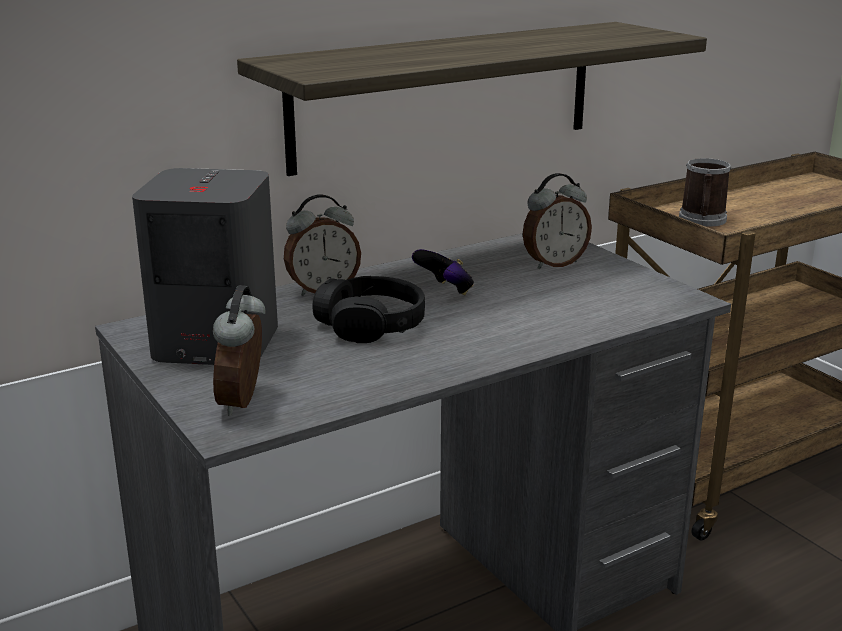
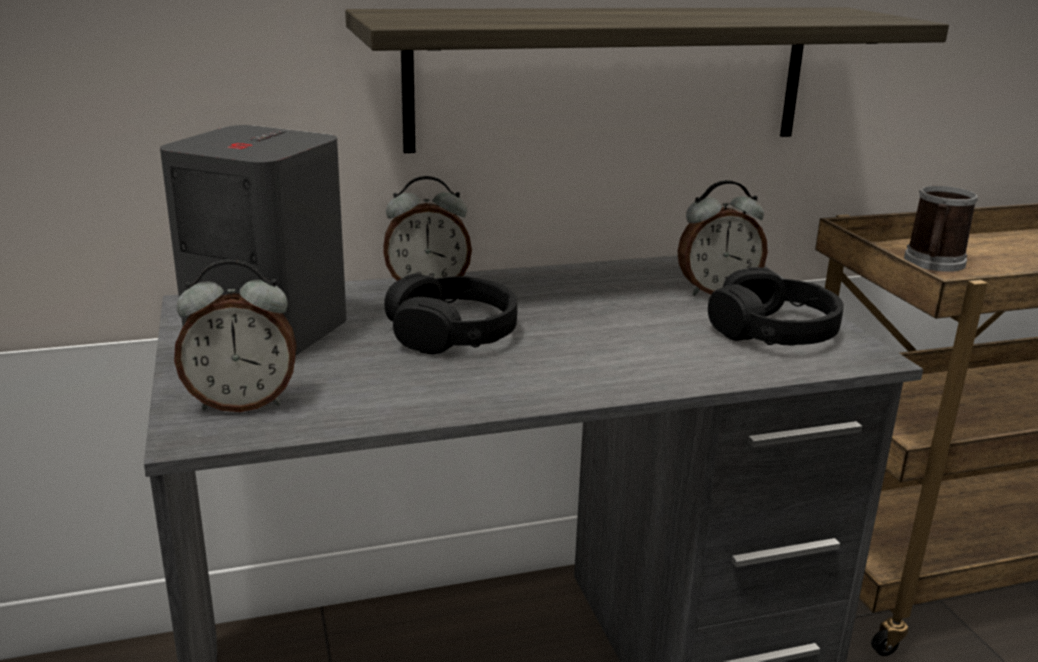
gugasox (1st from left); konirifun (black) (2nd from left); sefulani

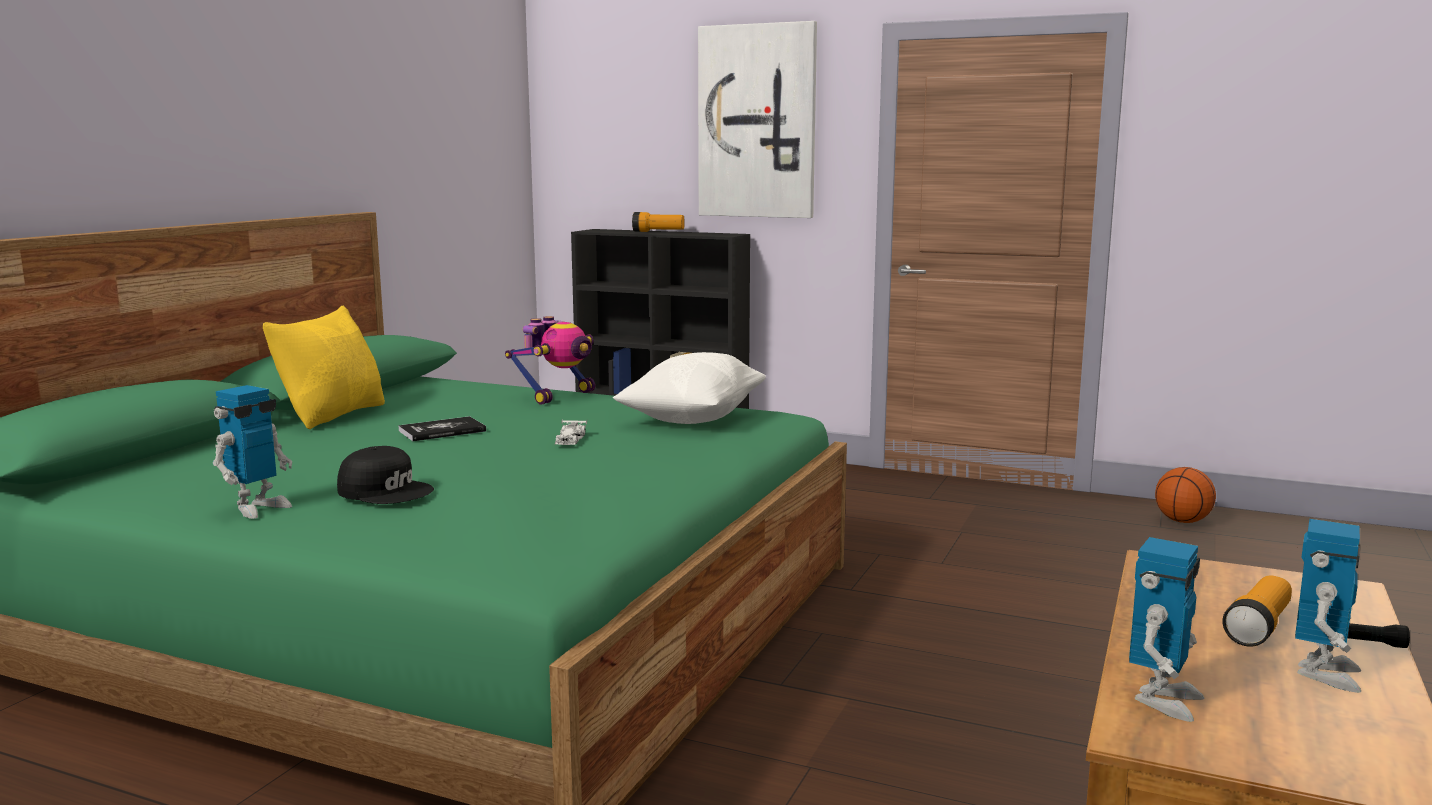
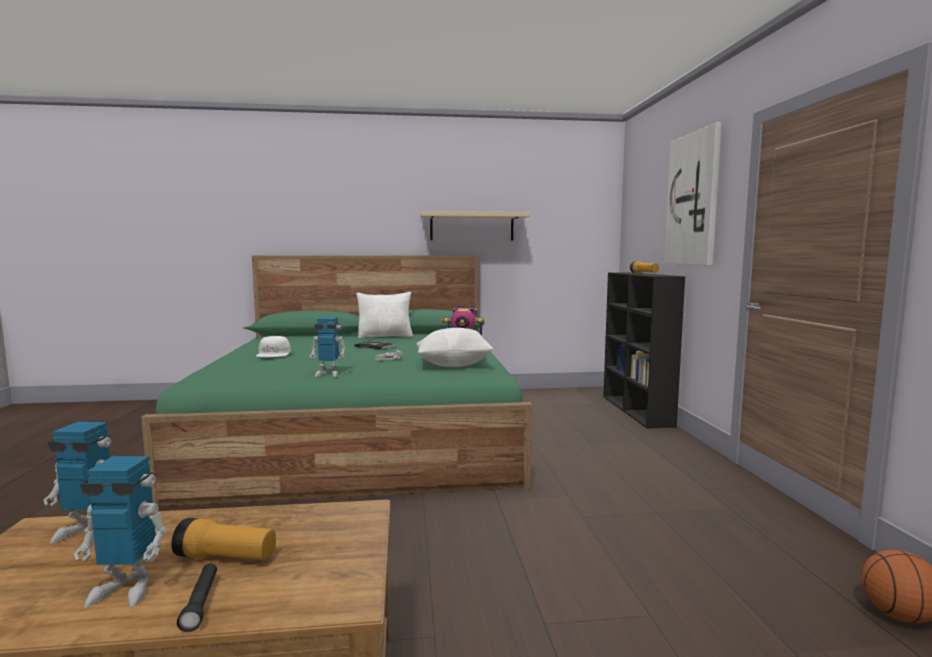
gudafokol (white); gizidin (3rd from left); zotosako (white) (1st from left); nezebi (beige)

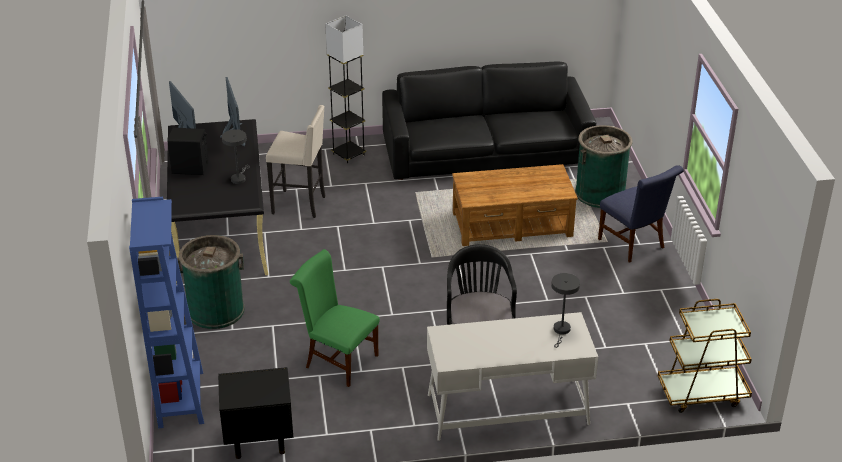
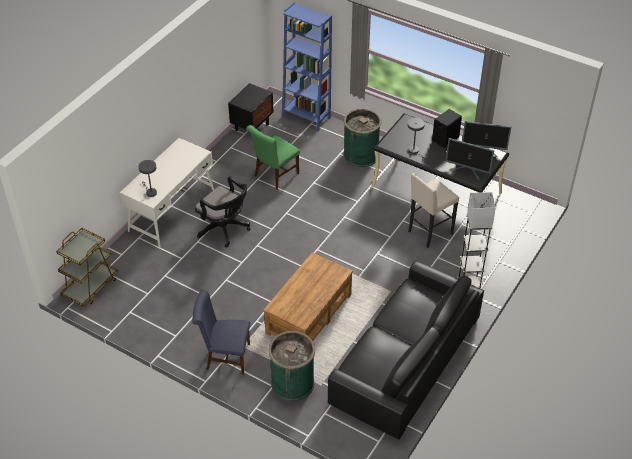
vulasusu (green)

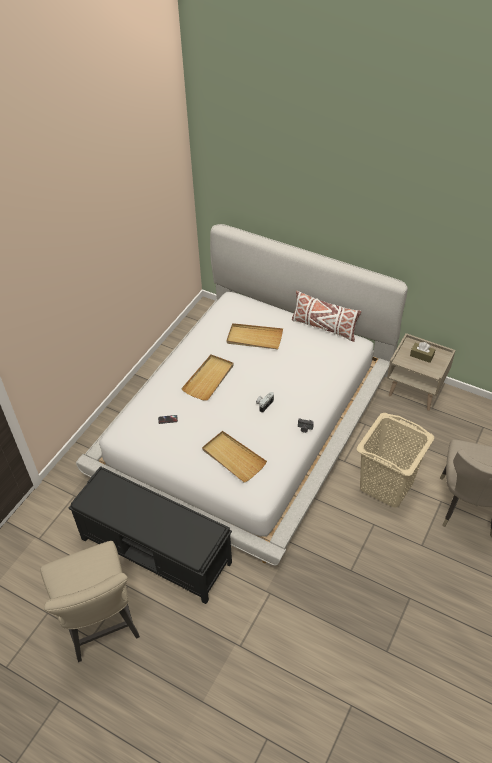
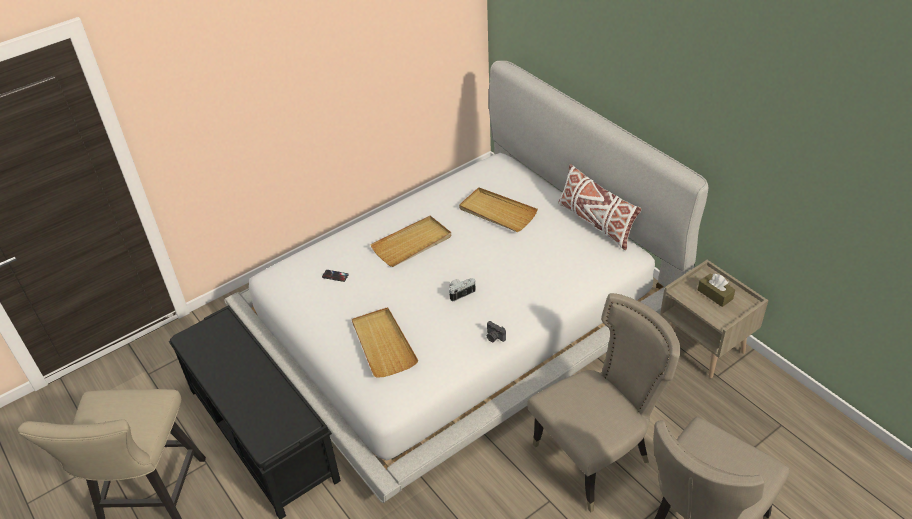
vulasusu (beige) (2nd from left)

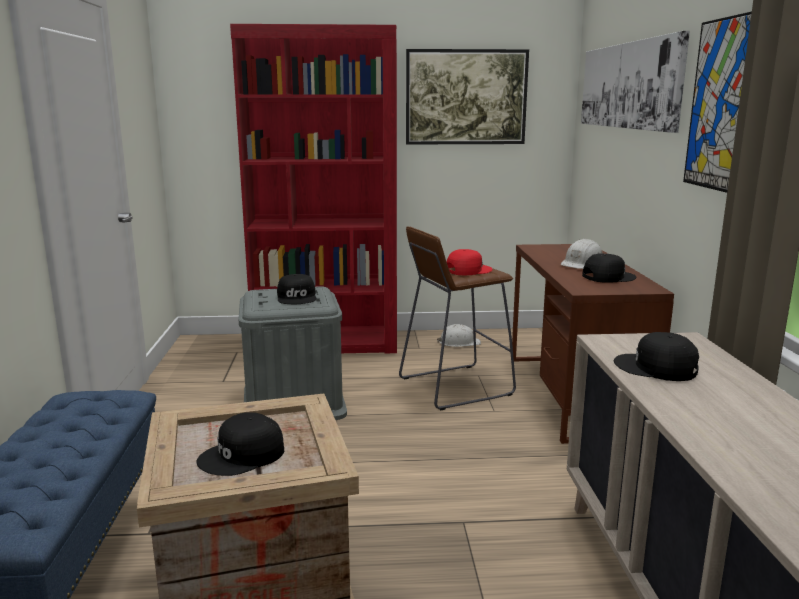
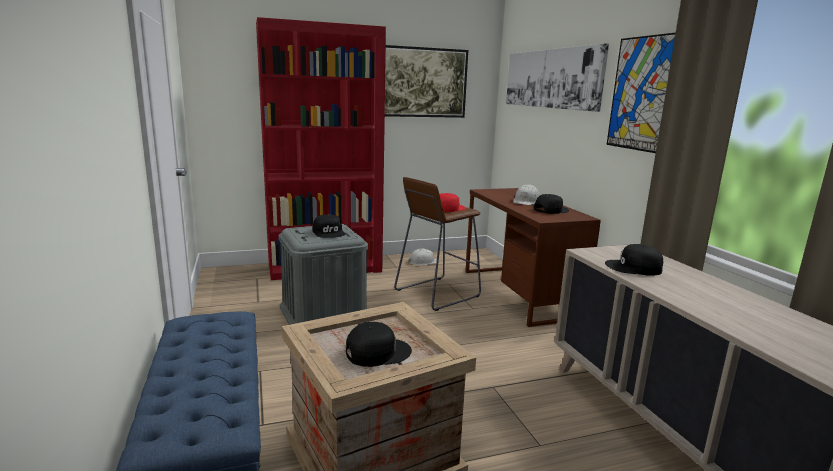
gudafokol (black) (2nd from left)

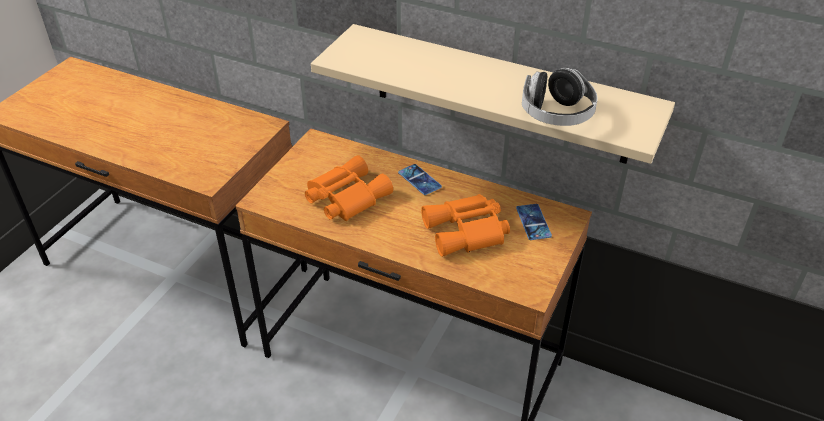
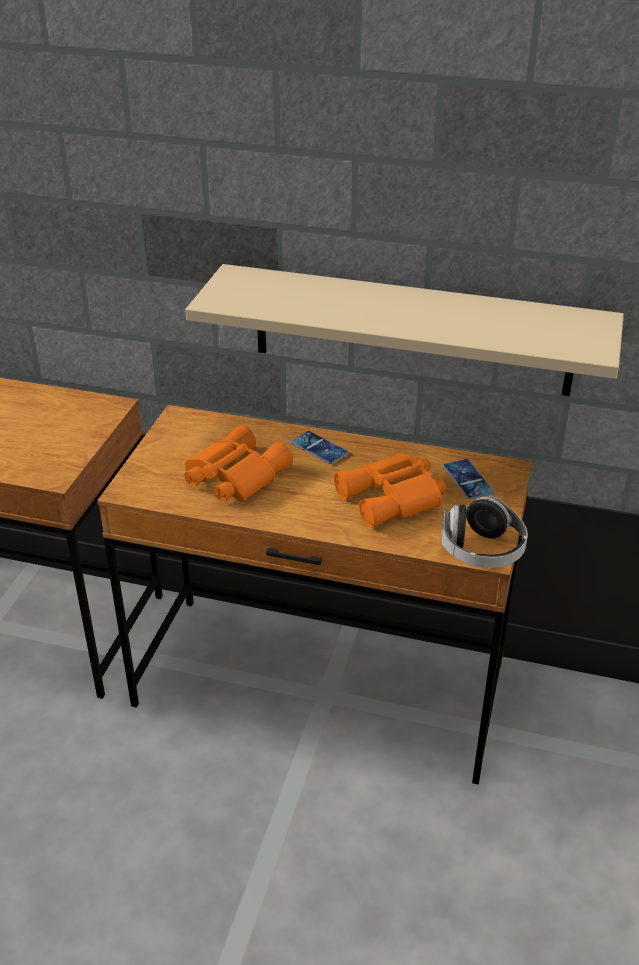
konirifun

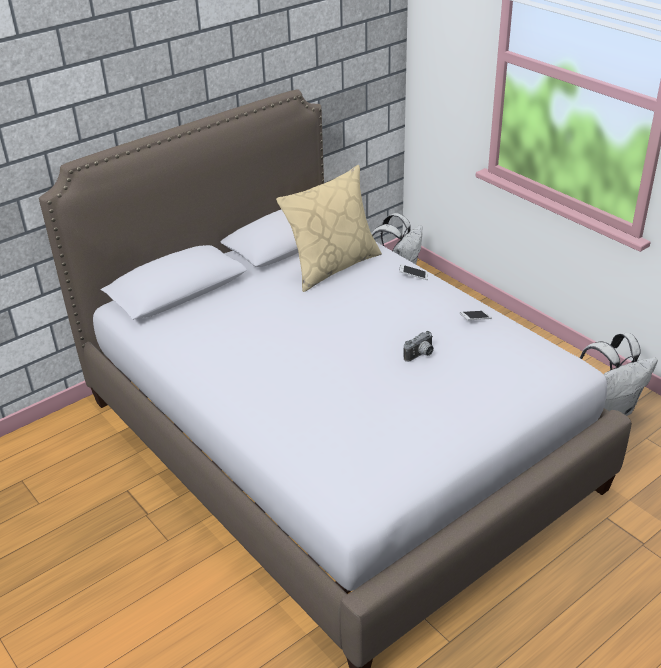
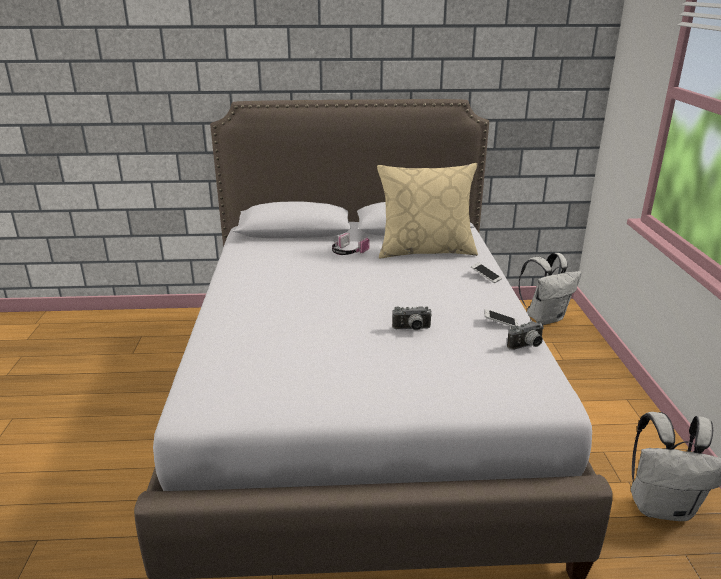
konirifun; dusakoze (2nd from left)

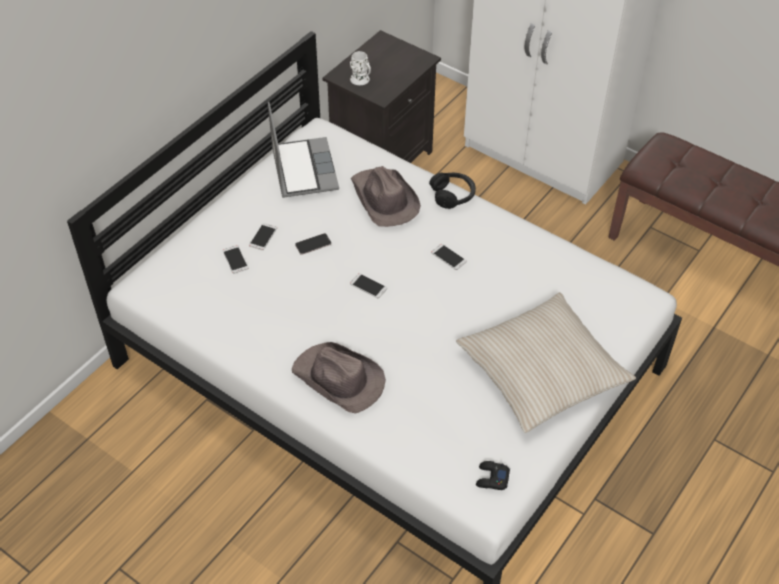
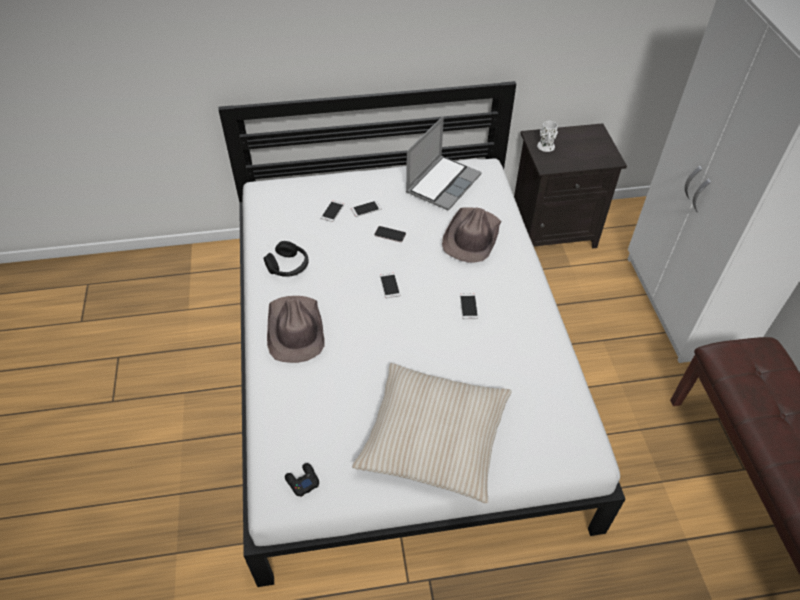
konirifun (black)

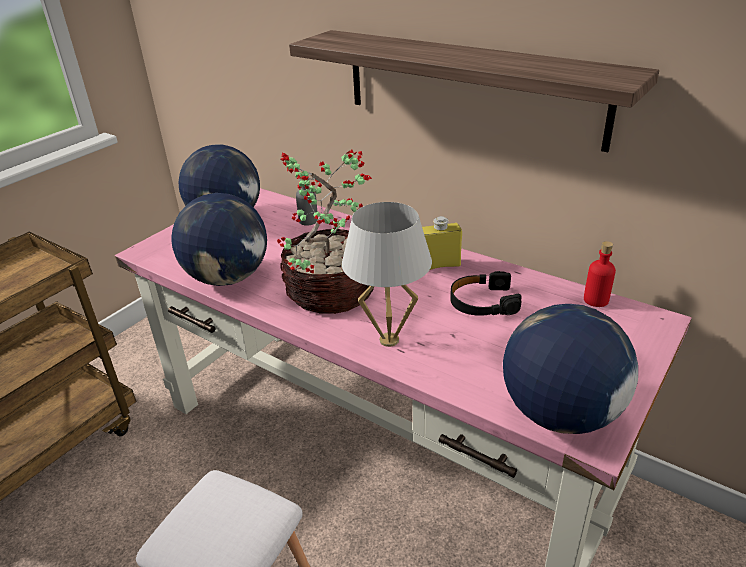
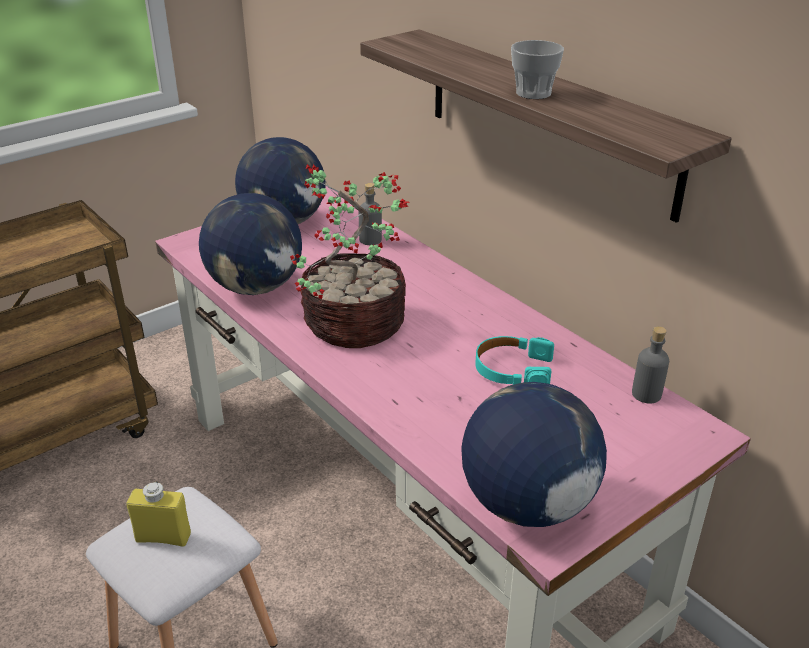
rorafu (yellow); konirifun (turquoise); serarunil; rorafu (grey) (2nd from left); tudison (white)

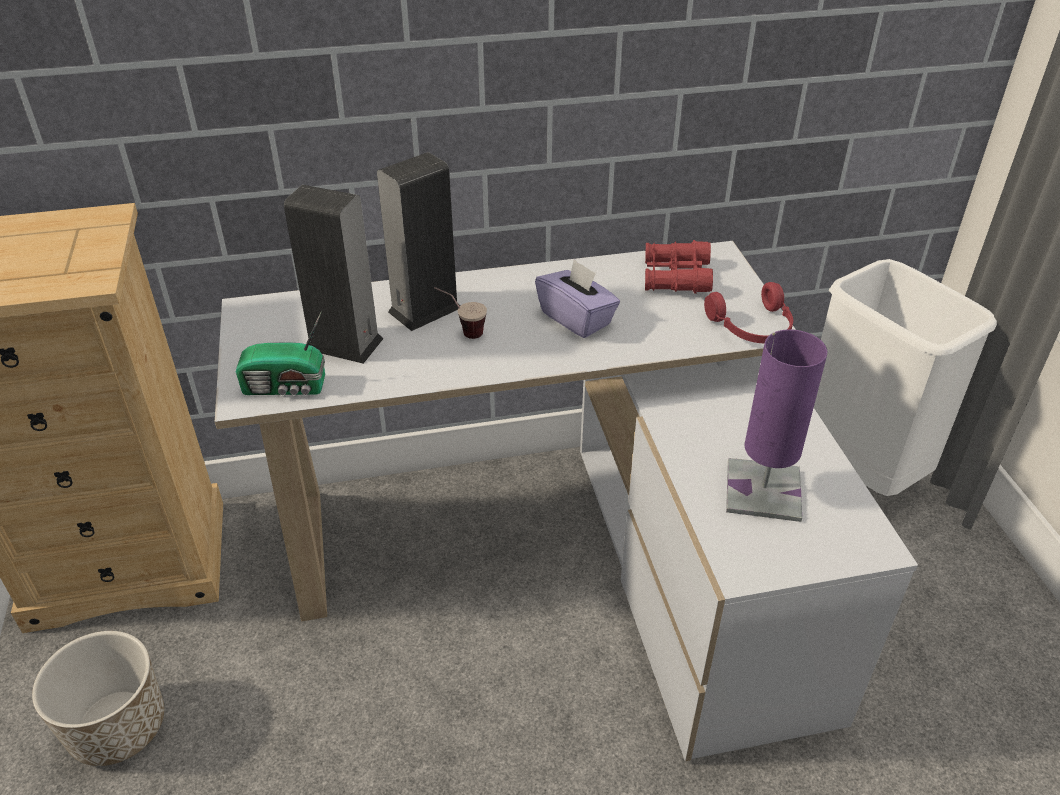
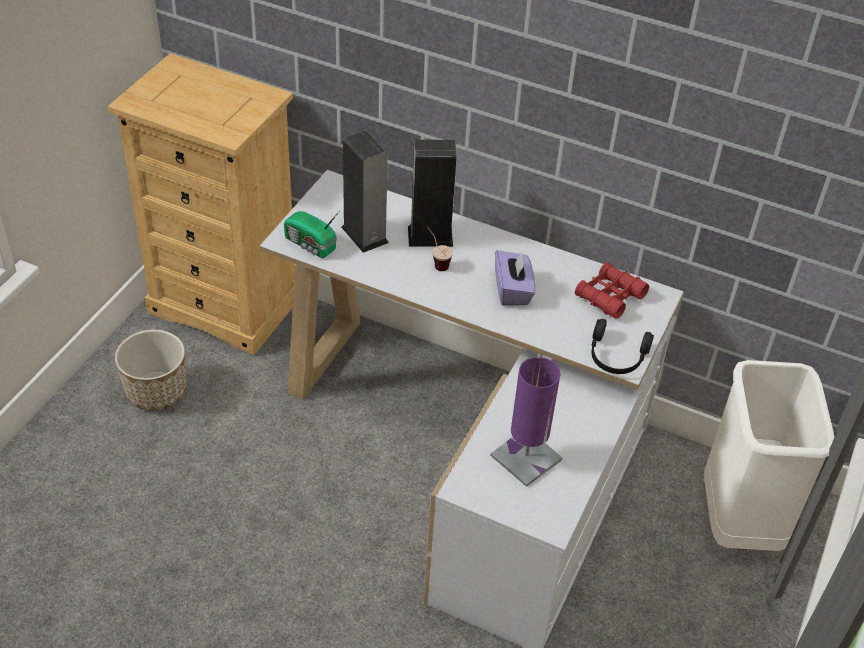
konirifun (black)

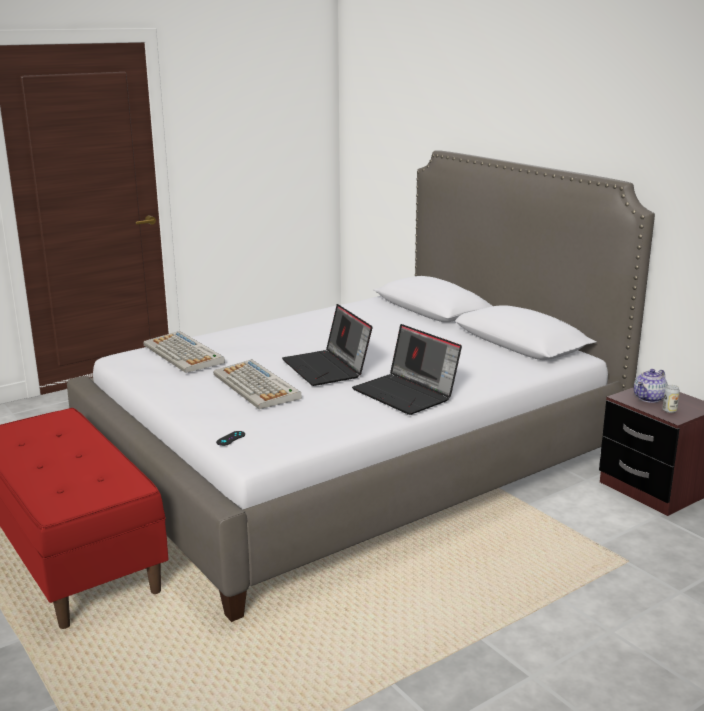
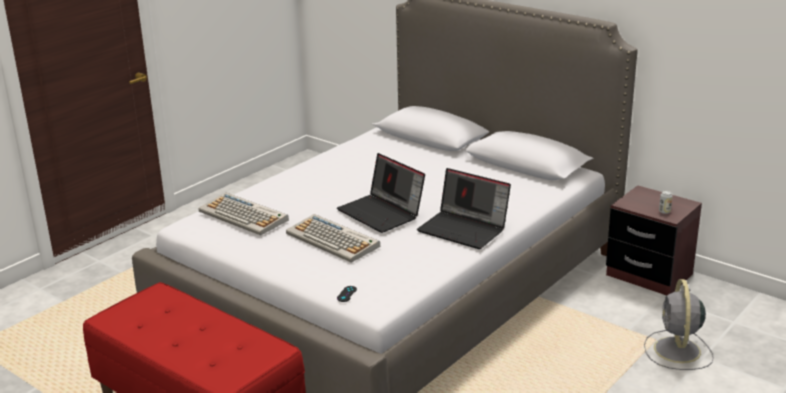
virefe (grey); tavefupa

